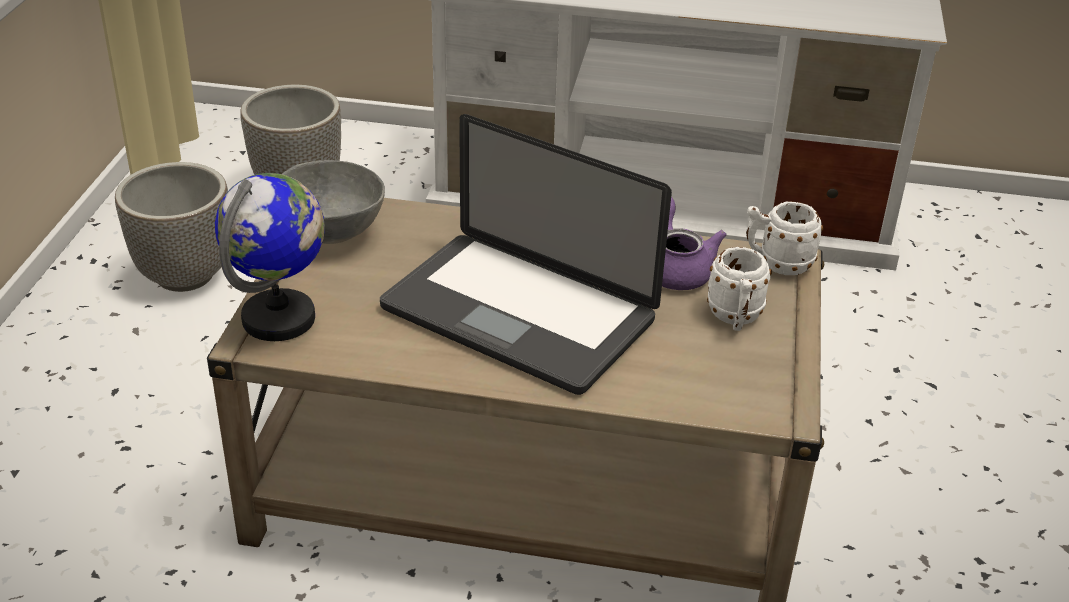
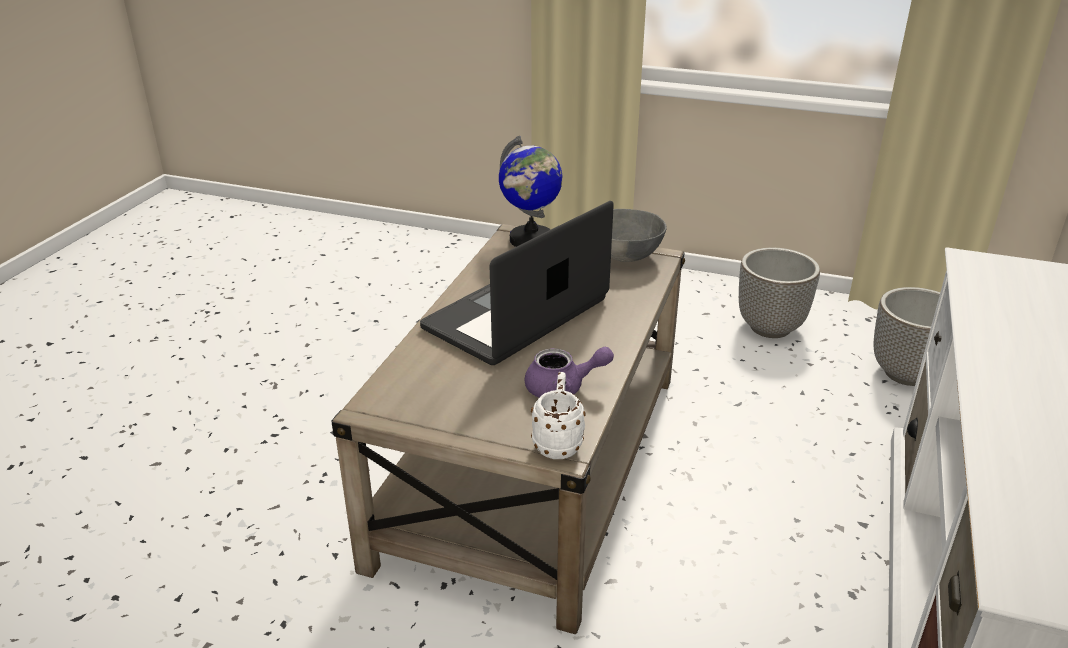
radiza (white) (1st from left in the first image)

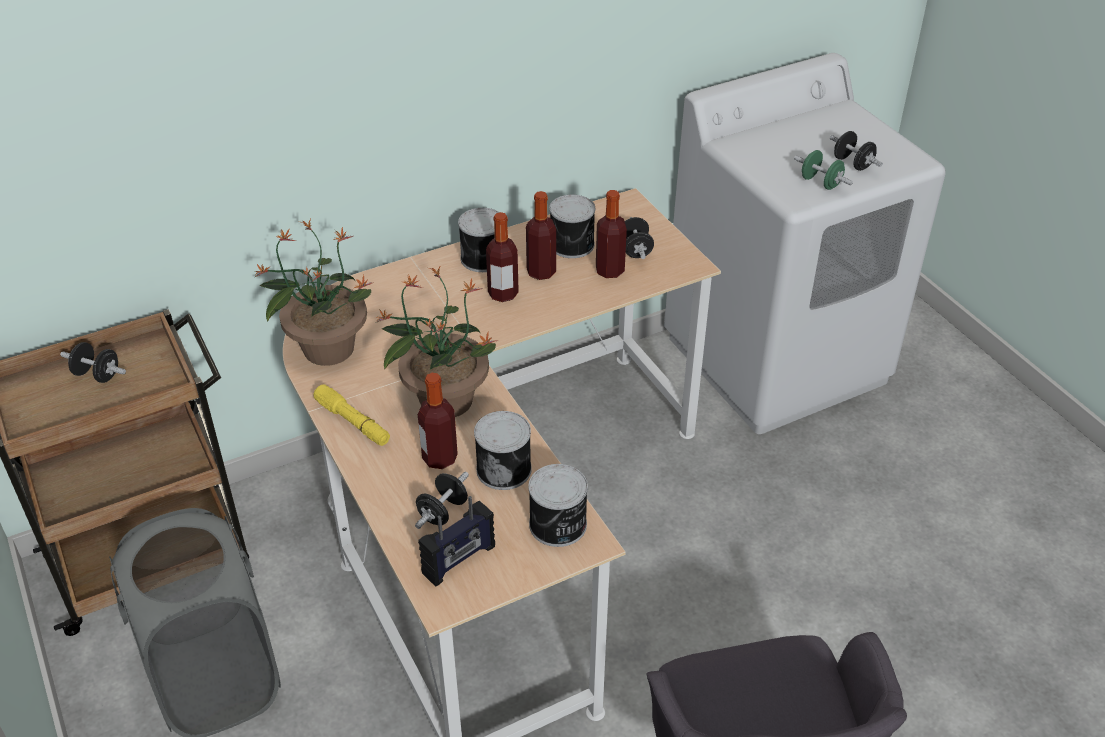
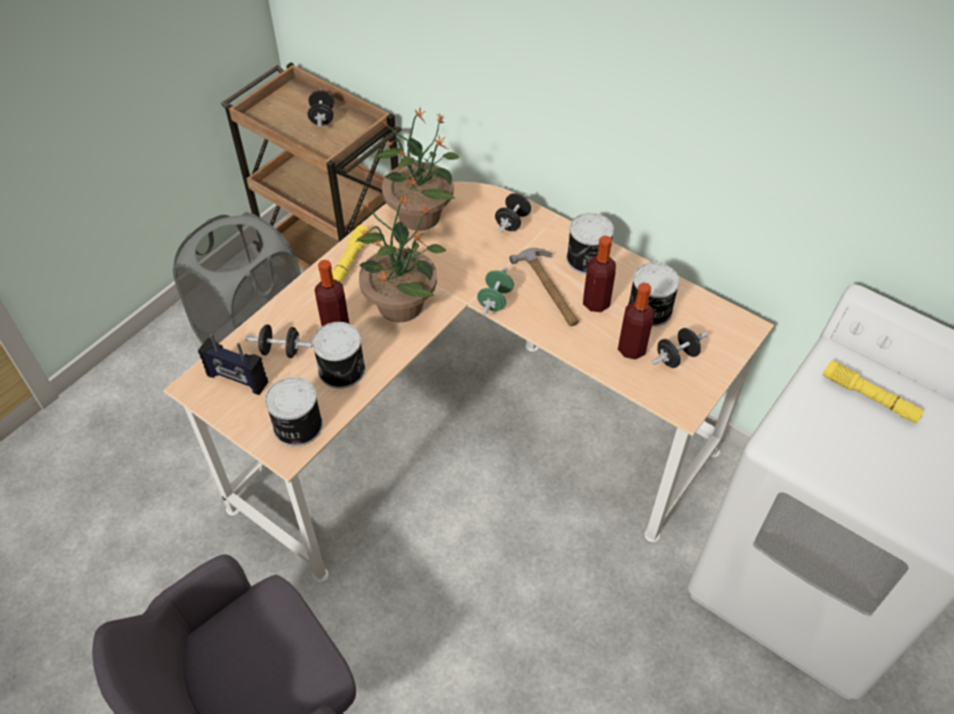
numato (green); numato (black) (3rd from left); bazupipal; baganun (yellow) (2nd from left)

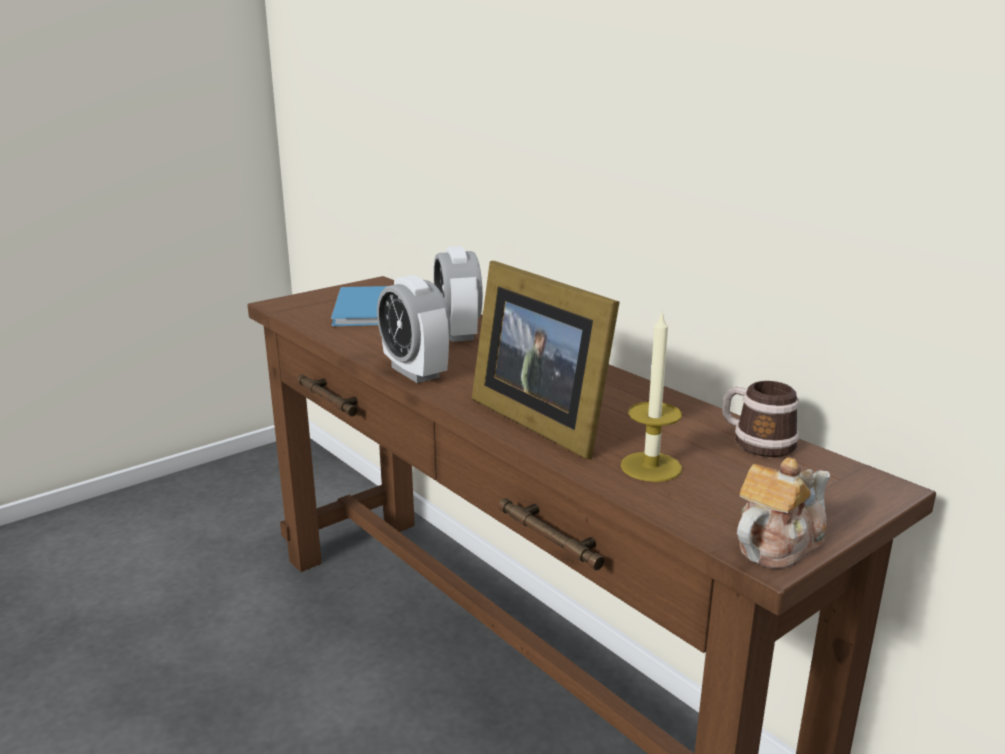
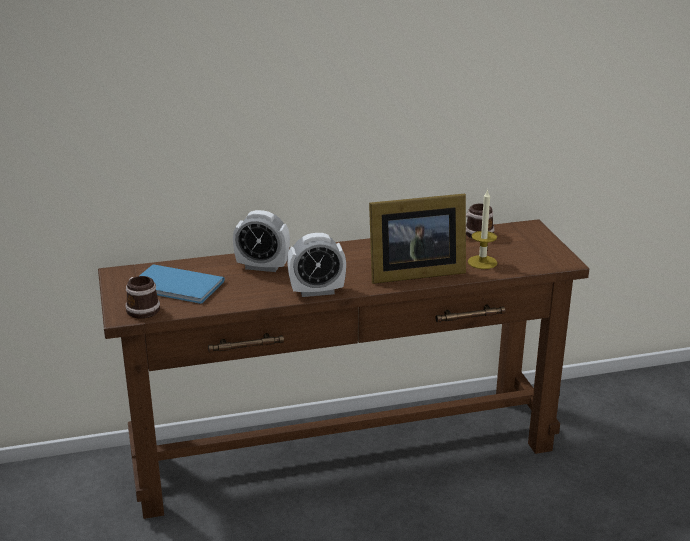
radiza (1st from left); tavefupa

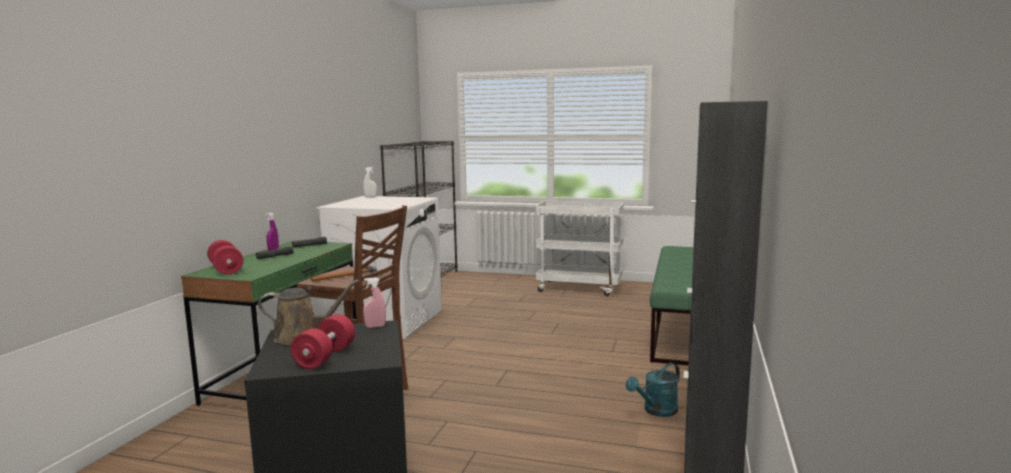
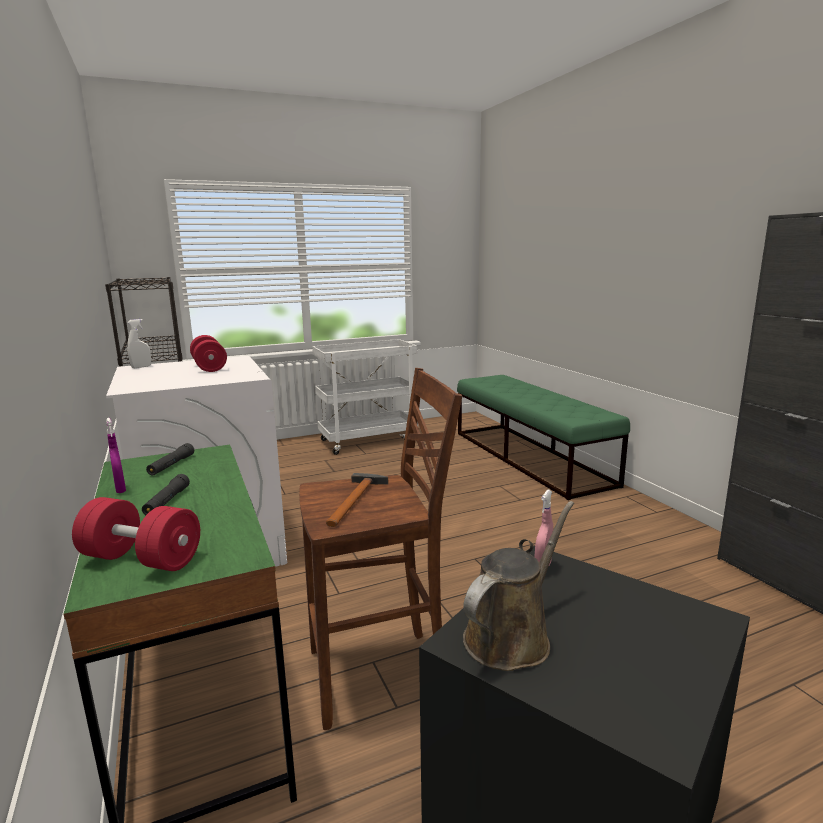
numato (red) (2nd from left); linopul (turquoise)

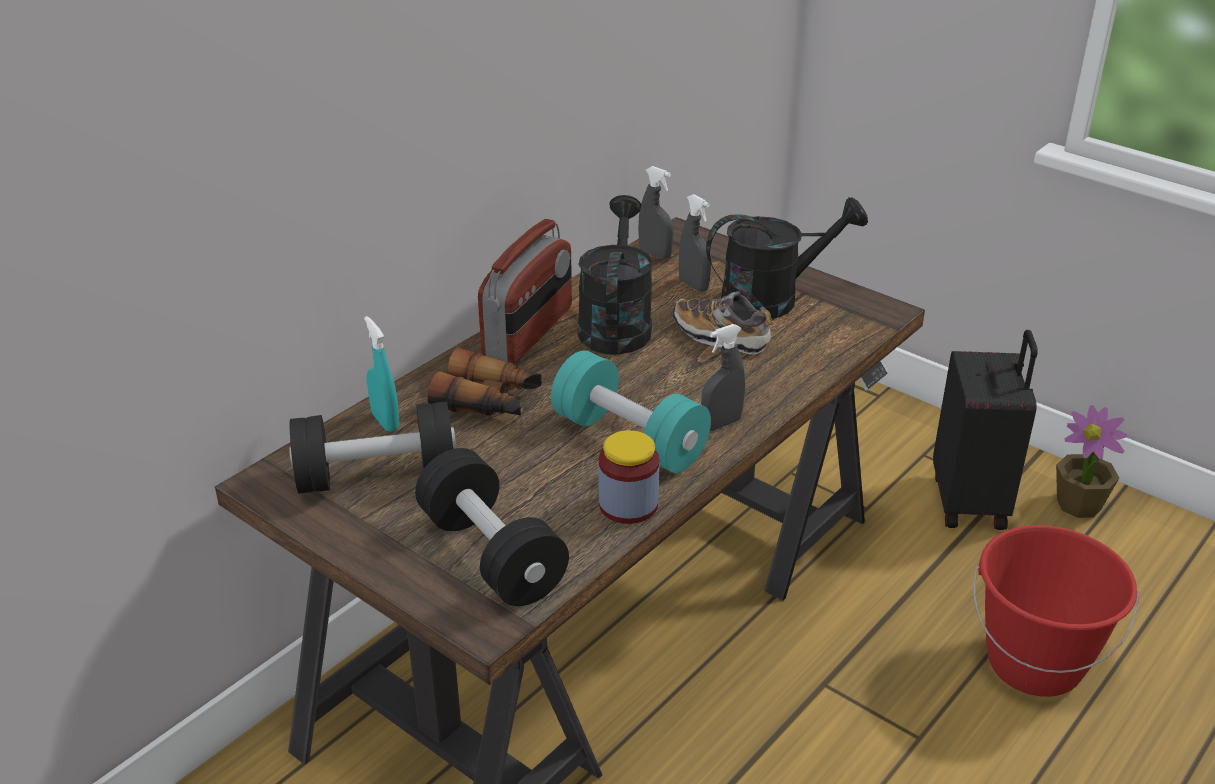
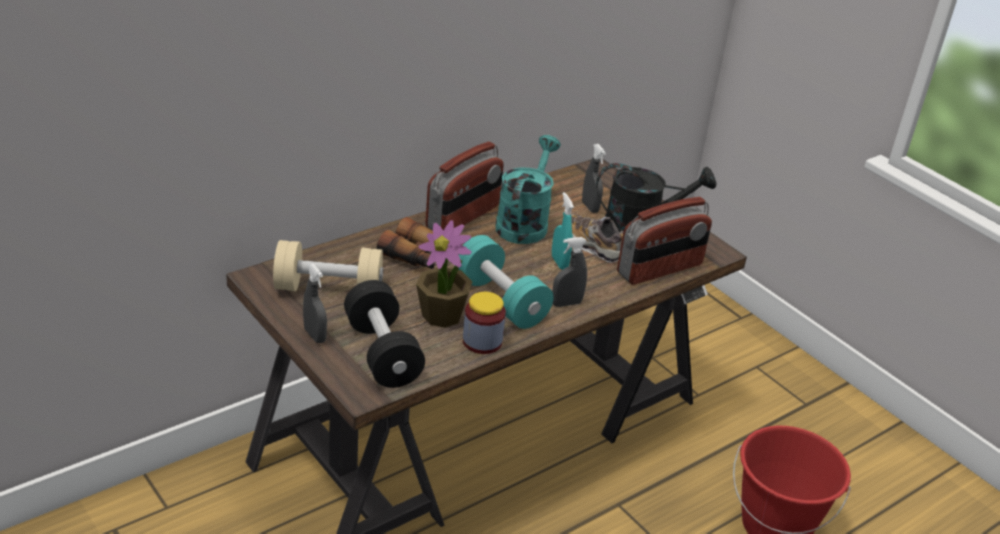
numato (beige); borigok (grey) (1st from left); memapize; linopul (turquoise); borigok (turquoise); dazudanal (2nd from left); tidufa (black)

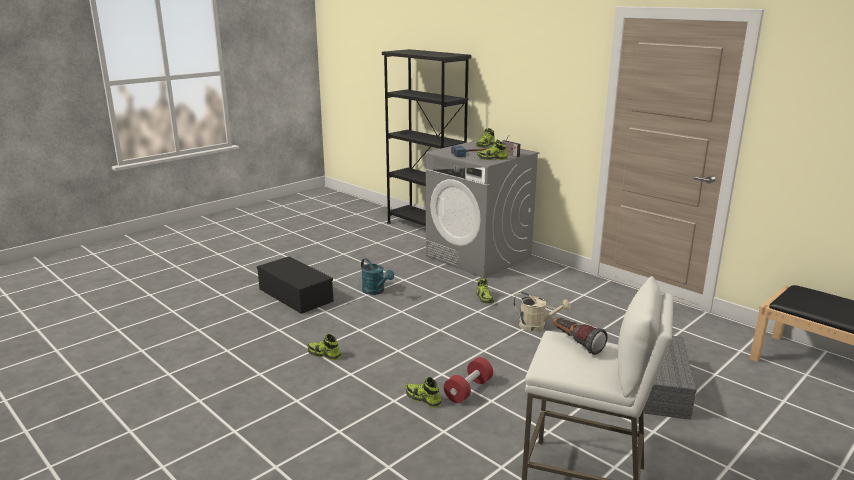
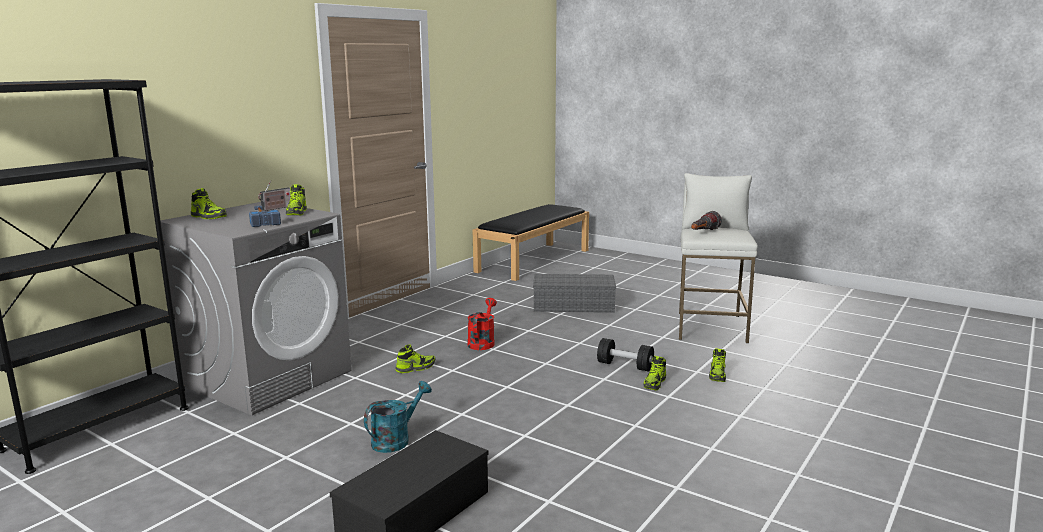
linopul (red); numato (black); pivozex (5th from left)

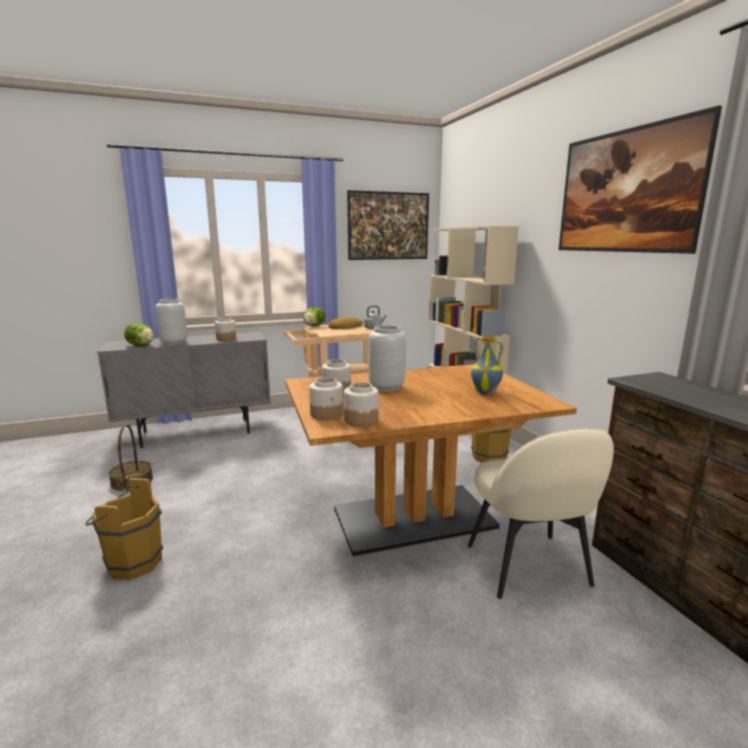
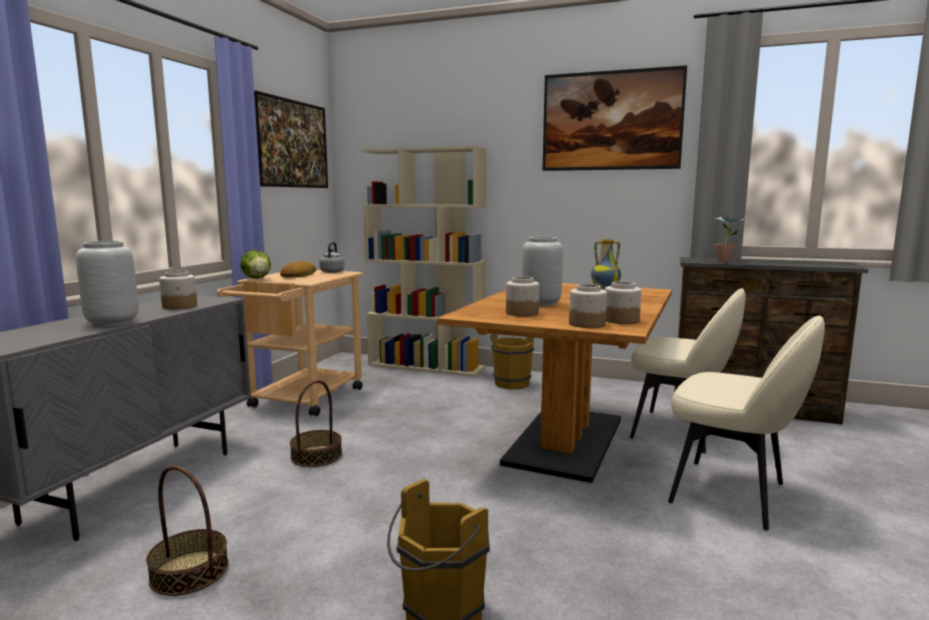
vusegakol (2nd from left); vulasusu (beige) (2nd from left); memapize; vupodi (1st from left in the first image)

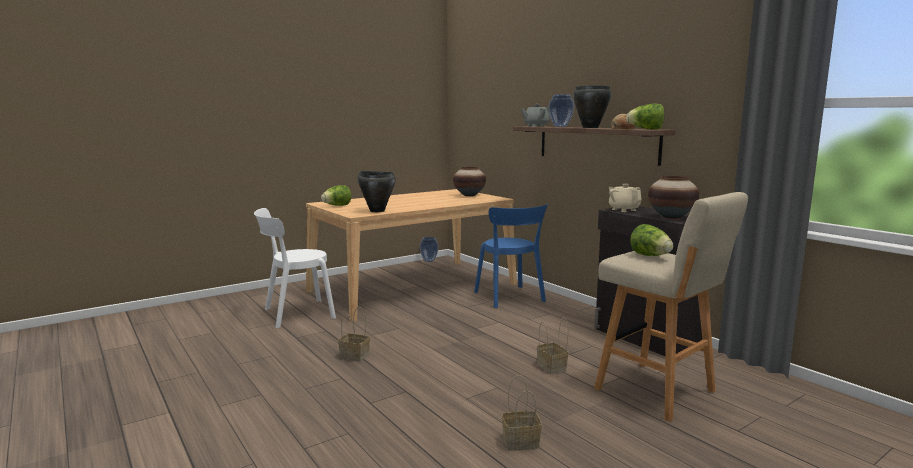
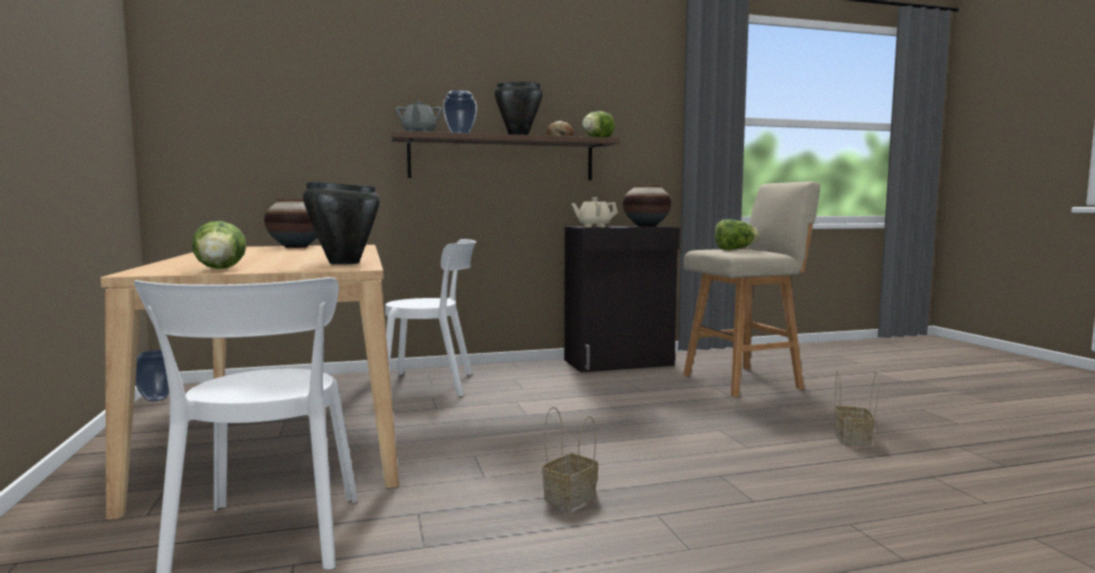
vulasusu (white) (2nd from left); vusegakol (3rd from left in the first image)

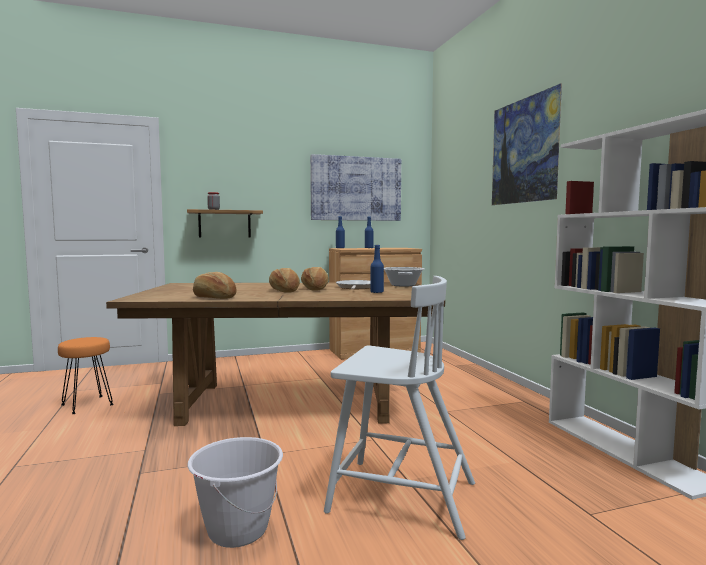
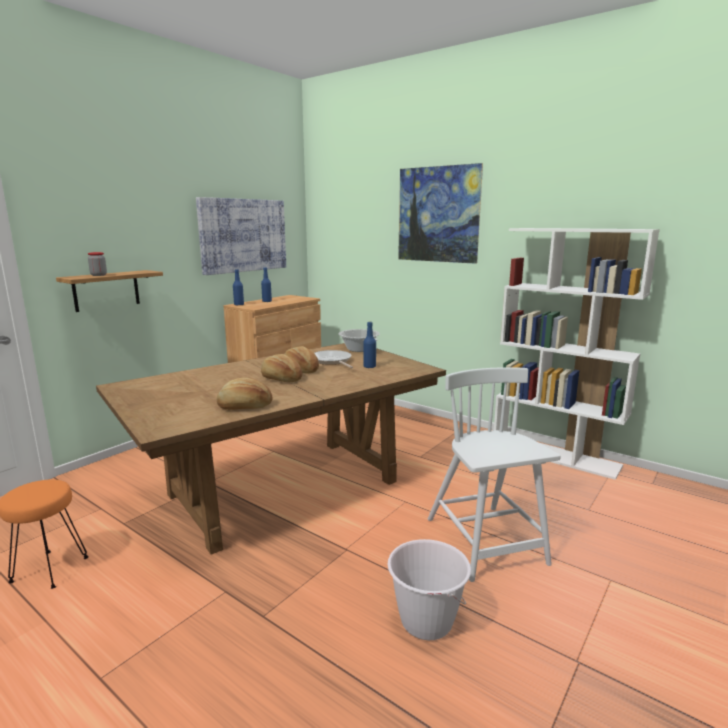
vulasusu (white)

